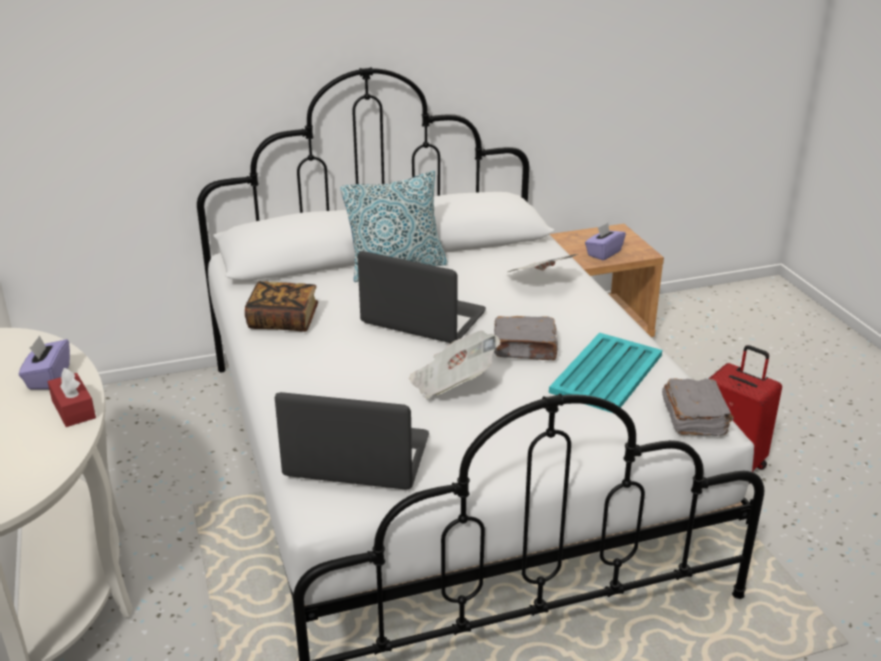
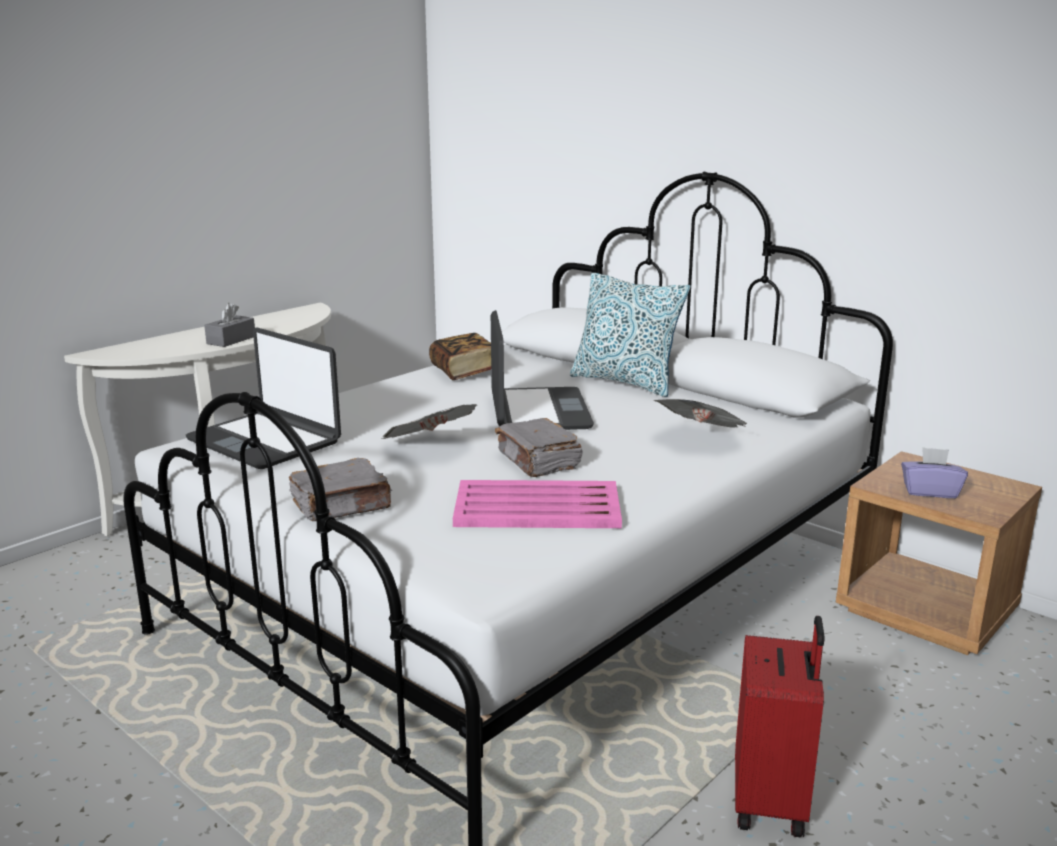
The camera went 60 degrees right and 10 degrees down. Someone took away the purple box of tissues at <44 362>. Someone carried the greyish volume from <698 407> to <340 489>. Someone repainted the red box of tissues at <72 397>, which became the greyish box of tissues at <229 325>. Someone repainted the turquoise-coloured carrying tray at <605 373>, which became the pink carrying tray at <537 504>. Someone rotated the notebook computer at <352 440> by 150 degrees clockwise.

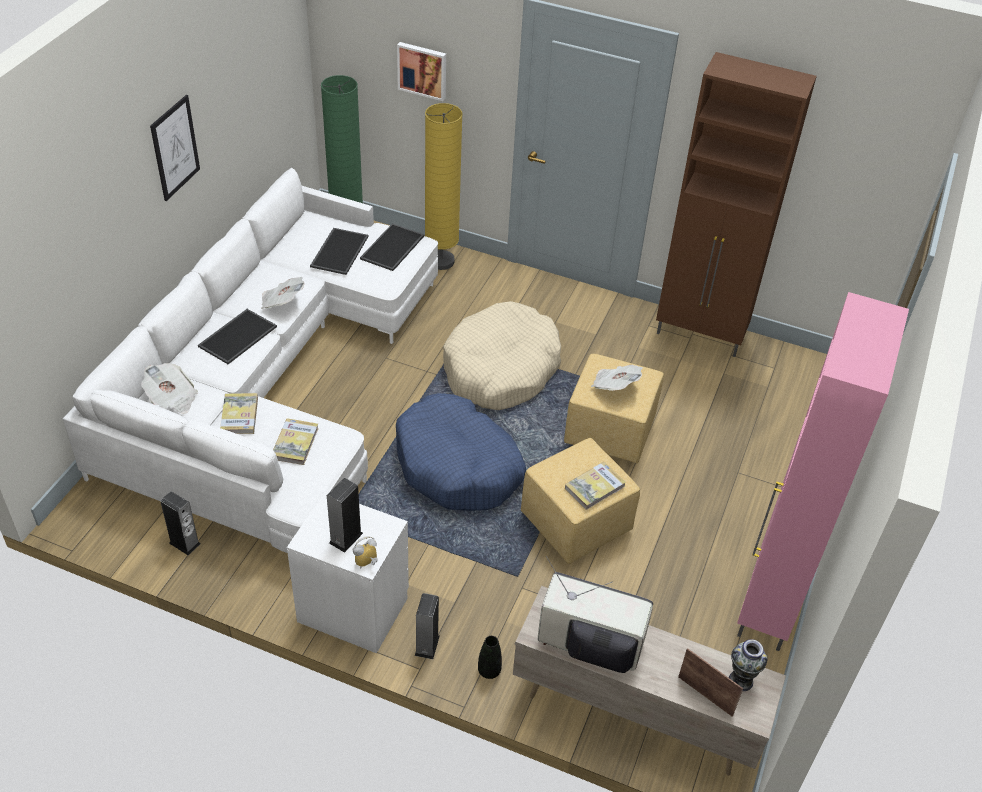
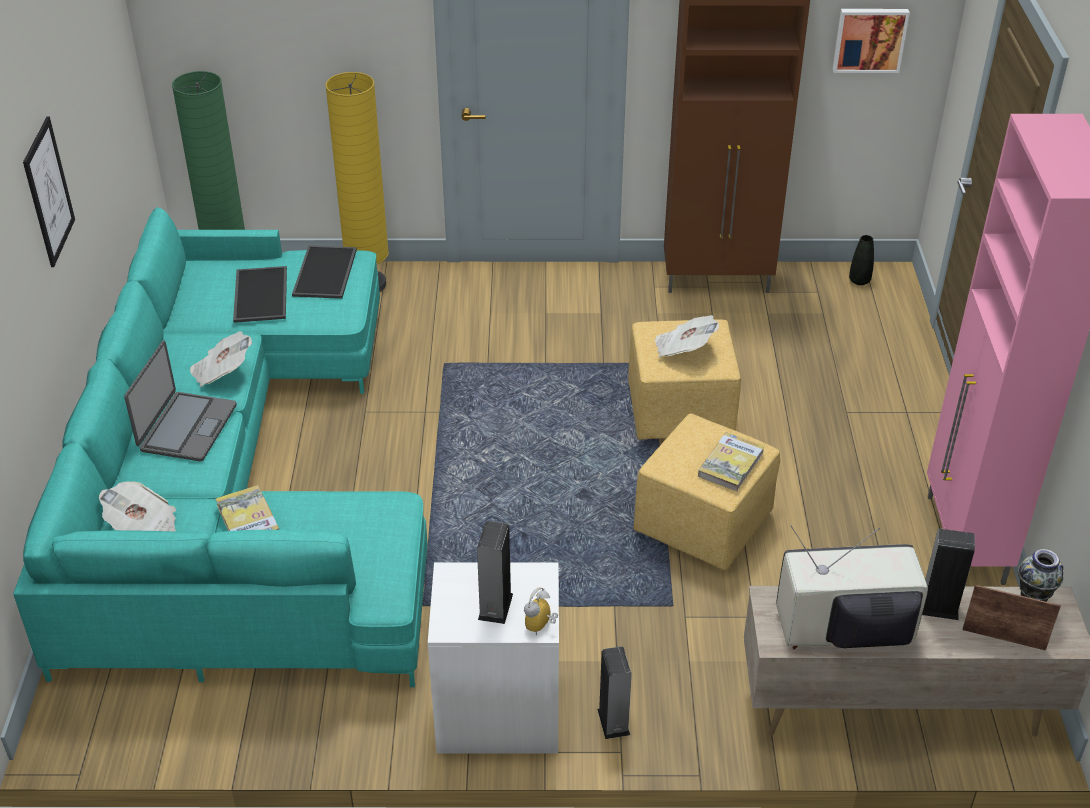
The camera went 20 degrees left and 5 degrees down. Someone took away the volume at <296 441>. Someone took away the blue-coloured pet bed at <461 452>. Someone took away the beige-coloured pet bed at <502 355>. Someone carried the speaker from <181 523> to <948 574>. Someone carried the wall picture from <421 71> to <871 41>. Someone carried the blackish vase from <490 657> to <861 260>. Someone swapped the carrying tray at <237 336> for the notebook computer at <180 400>. Someone repainted the white settee at <250 360>, which became the turquoise-coloured settee at <220 447>.

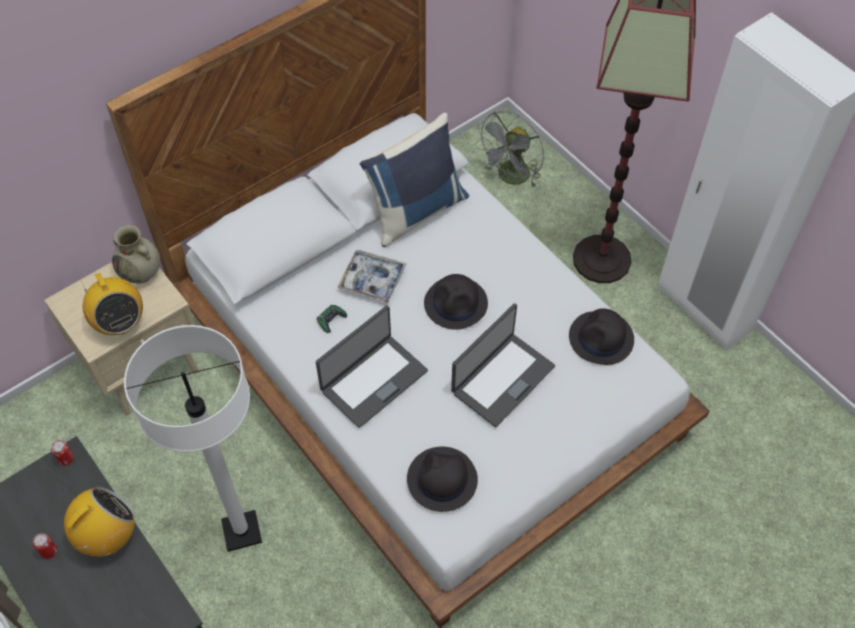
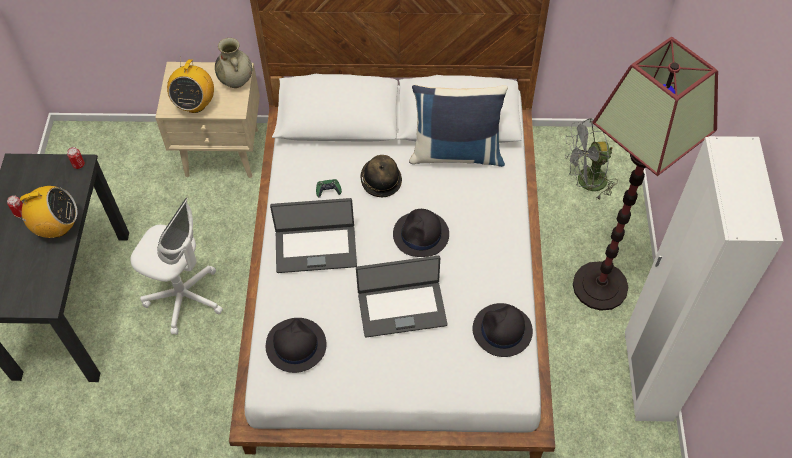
The camera went 40 degrees right and 0 degrees up. Someone swapped the white standard lamp at <193 438> for the white office chair at <176 266>. Someone swapped the carrying tray at <371 276> for the clothing hat at <381 176>.

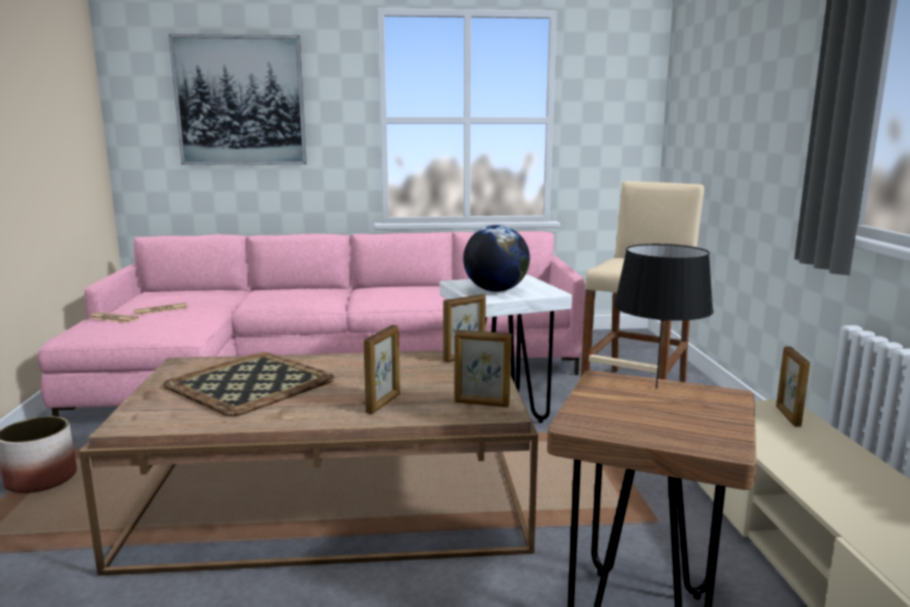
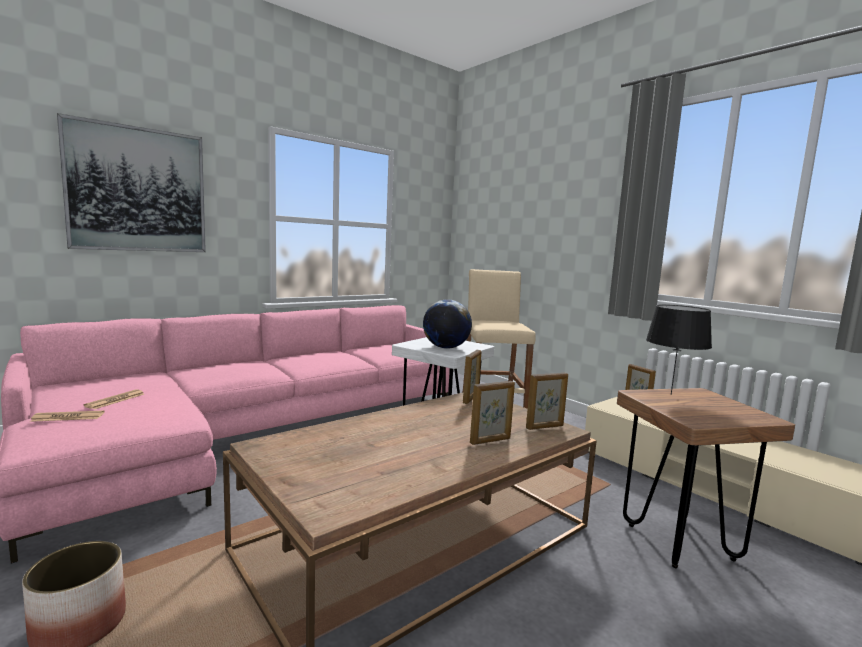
The camera went 35 degrees left and 5 degrees down. Someone took away the carrying tray at <249 384>. Someone rotated the picture frame at <382 369> by 75 degrees clockwise.

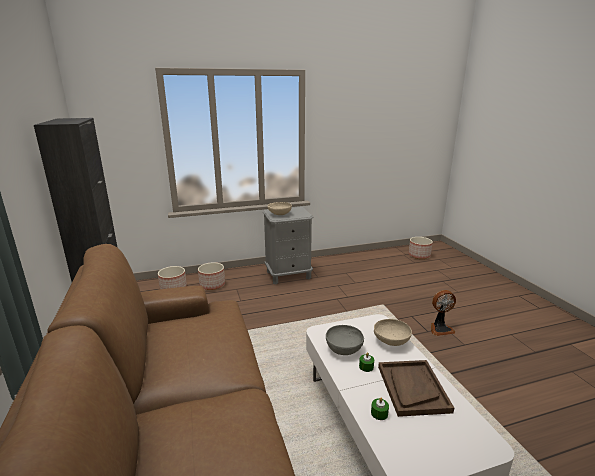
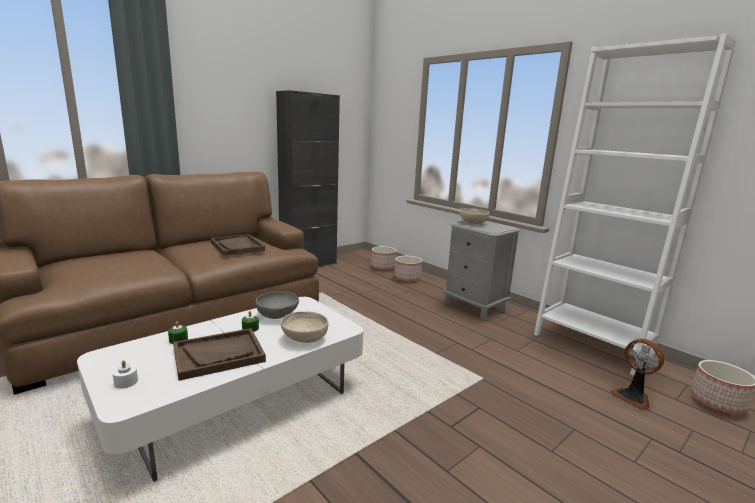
The camera went 65 degrees right and 5 degrees down. Someone put down the white candle at <125 374>. Someone put down the brown carrying tray at <238 245>. Someone put down the white shelving unit at <635 205>. Someone carried the fan from <443 313> to <637 374>.

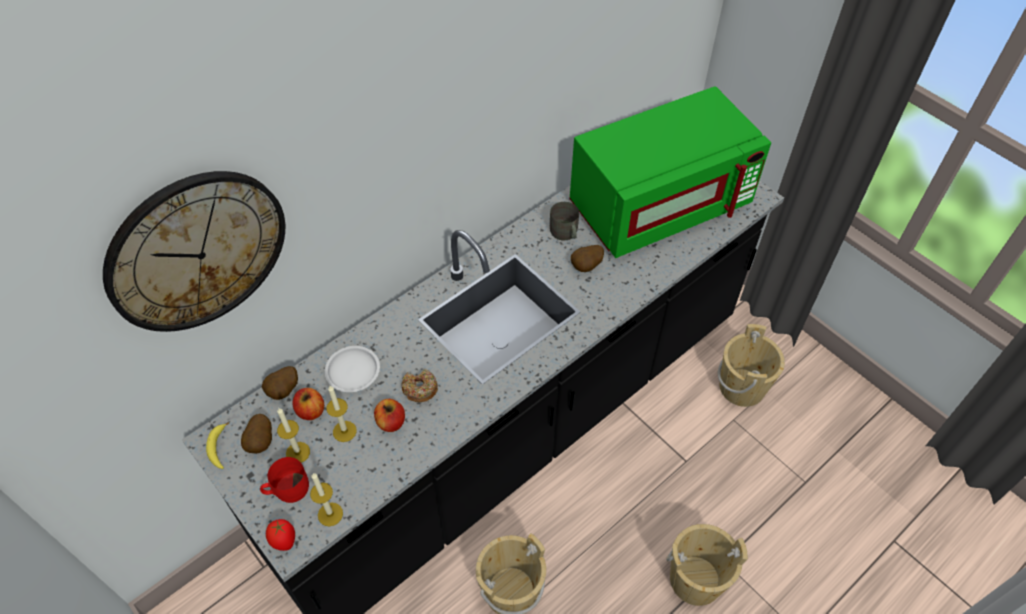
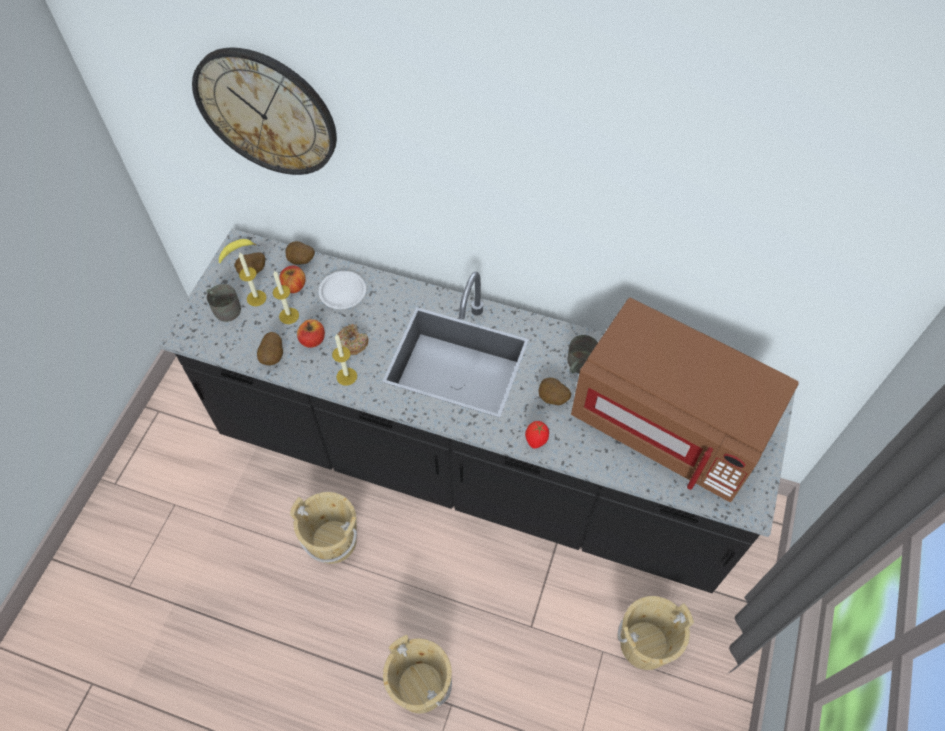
The camera went 60 degrees right and 5 degrees up. Someone put down the whole potato at <270 349>. Someone carried the whole tomato from <280 535> to <537 435>. Someone carried the candle from <326 499> to <344 360>. Someone repainted the red coffee mug at <284 480>, which became the greyish coffee mug at <224 303>. Someone repainted the greenish microwave oven at <670 172>, which became the brown microwave oven at <685 400>.

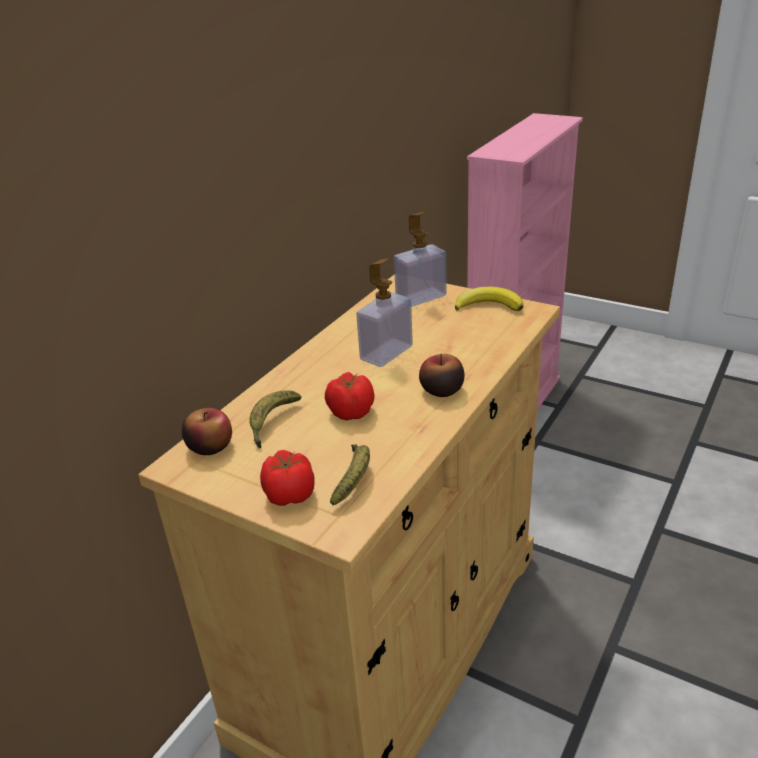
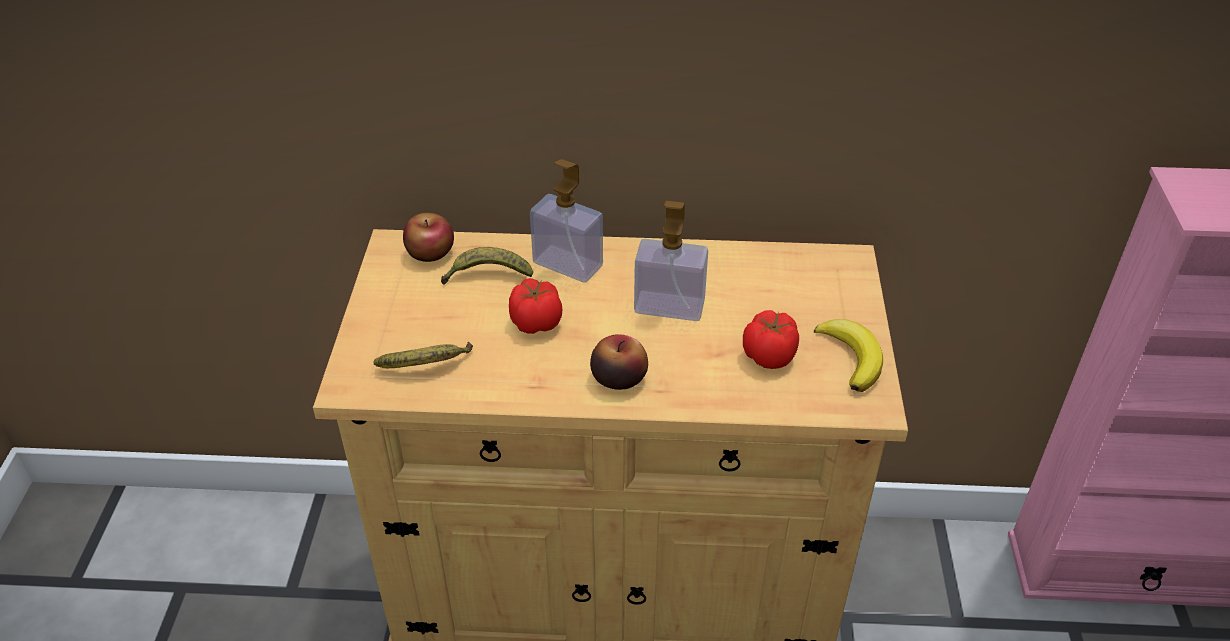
The camera went 60 degrees right and 10 degrees up. Someone carried the whole tomato from <287 478> to <771 339>. Someone carried the soap bottle from <420 259> to <566 221>.

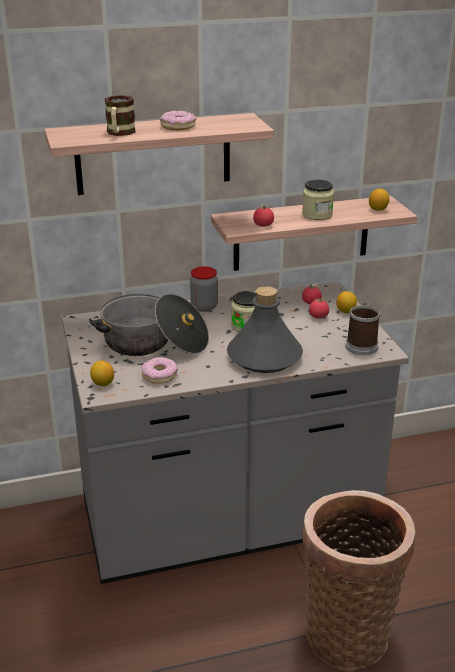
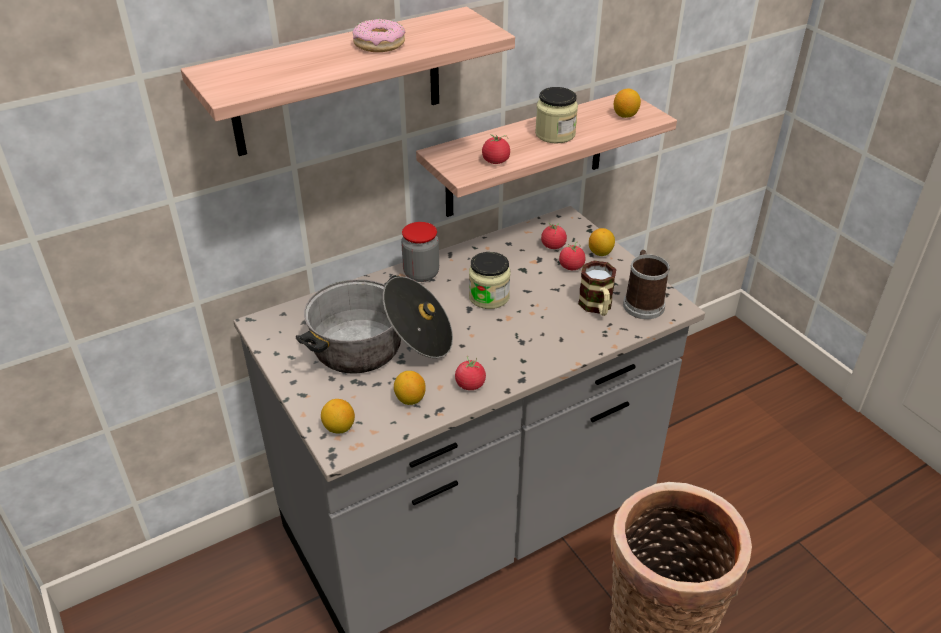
The camera went 15 degrees left and 10 degrees up. Someone took away the greyish beverage bottle at <265 329>. Someone put down the whole tomato at <470 373>. Someone carried the coffee mug from <120 115> to <597 288>. Someone swapped the ring doughnut at <160 370> for the whole lemon at <410 388>.

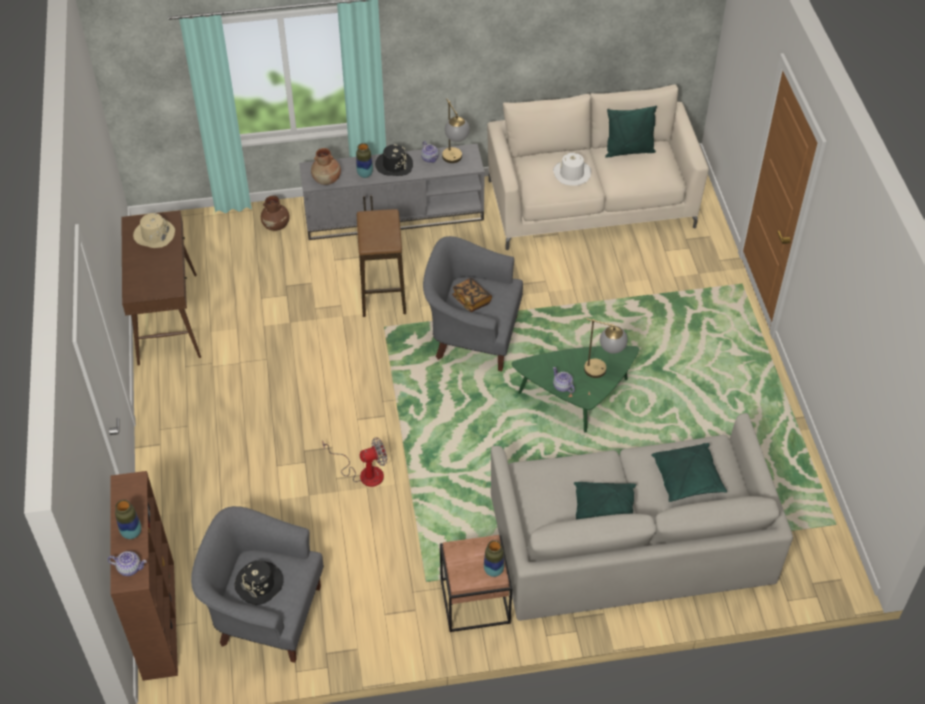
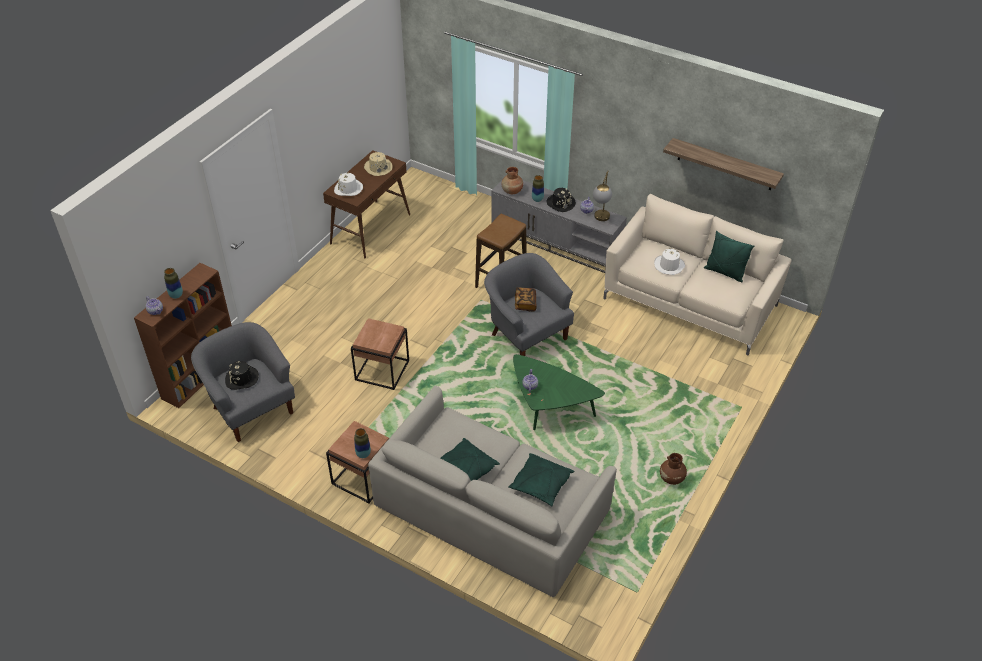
The camera went 40 degrees right and 5 degrees down. Someone took away the table lamp at <606 348>. Someone put down the white clothing hat at <348 184>. Someone put up the shelf at <723 164>. Someone carried the brown vase from <275 213> to <673 469>. Someone swapped the fan at <354 462> for the brown end table at <380 354>.

